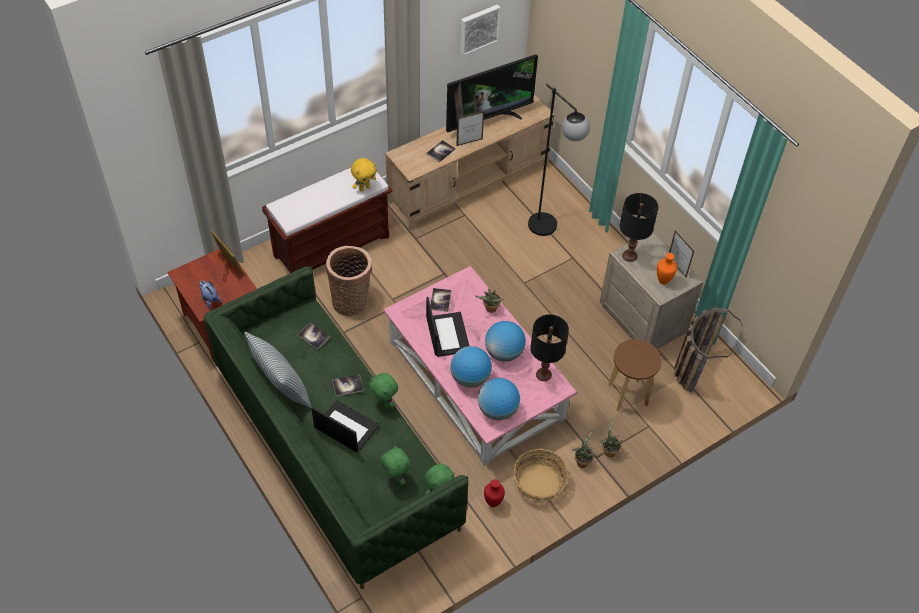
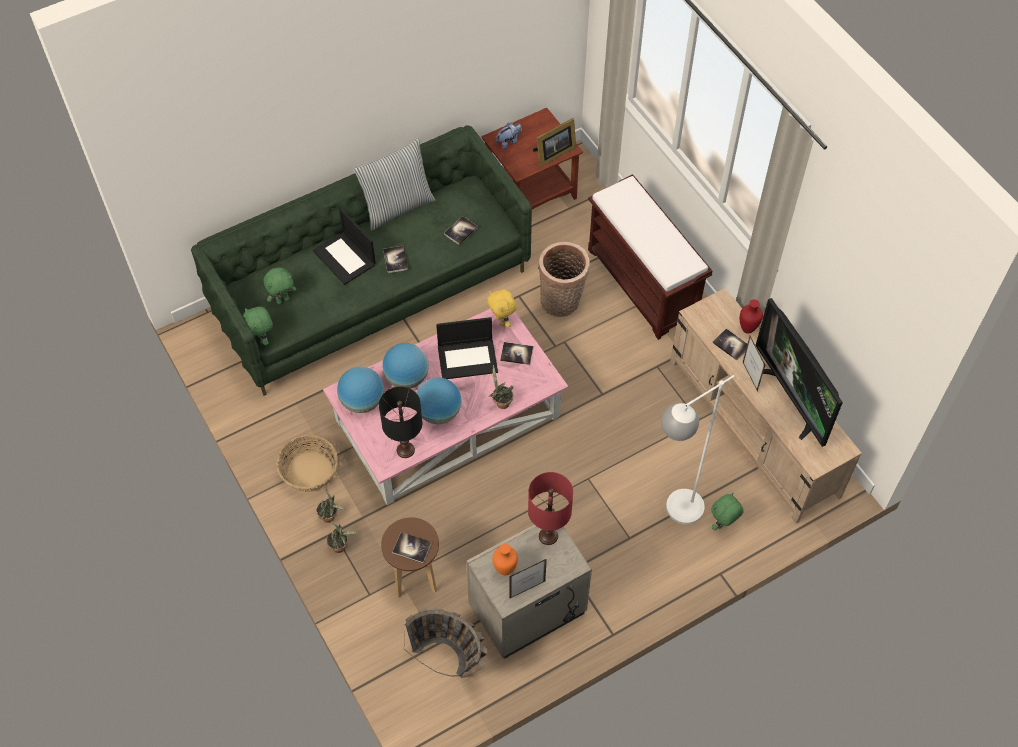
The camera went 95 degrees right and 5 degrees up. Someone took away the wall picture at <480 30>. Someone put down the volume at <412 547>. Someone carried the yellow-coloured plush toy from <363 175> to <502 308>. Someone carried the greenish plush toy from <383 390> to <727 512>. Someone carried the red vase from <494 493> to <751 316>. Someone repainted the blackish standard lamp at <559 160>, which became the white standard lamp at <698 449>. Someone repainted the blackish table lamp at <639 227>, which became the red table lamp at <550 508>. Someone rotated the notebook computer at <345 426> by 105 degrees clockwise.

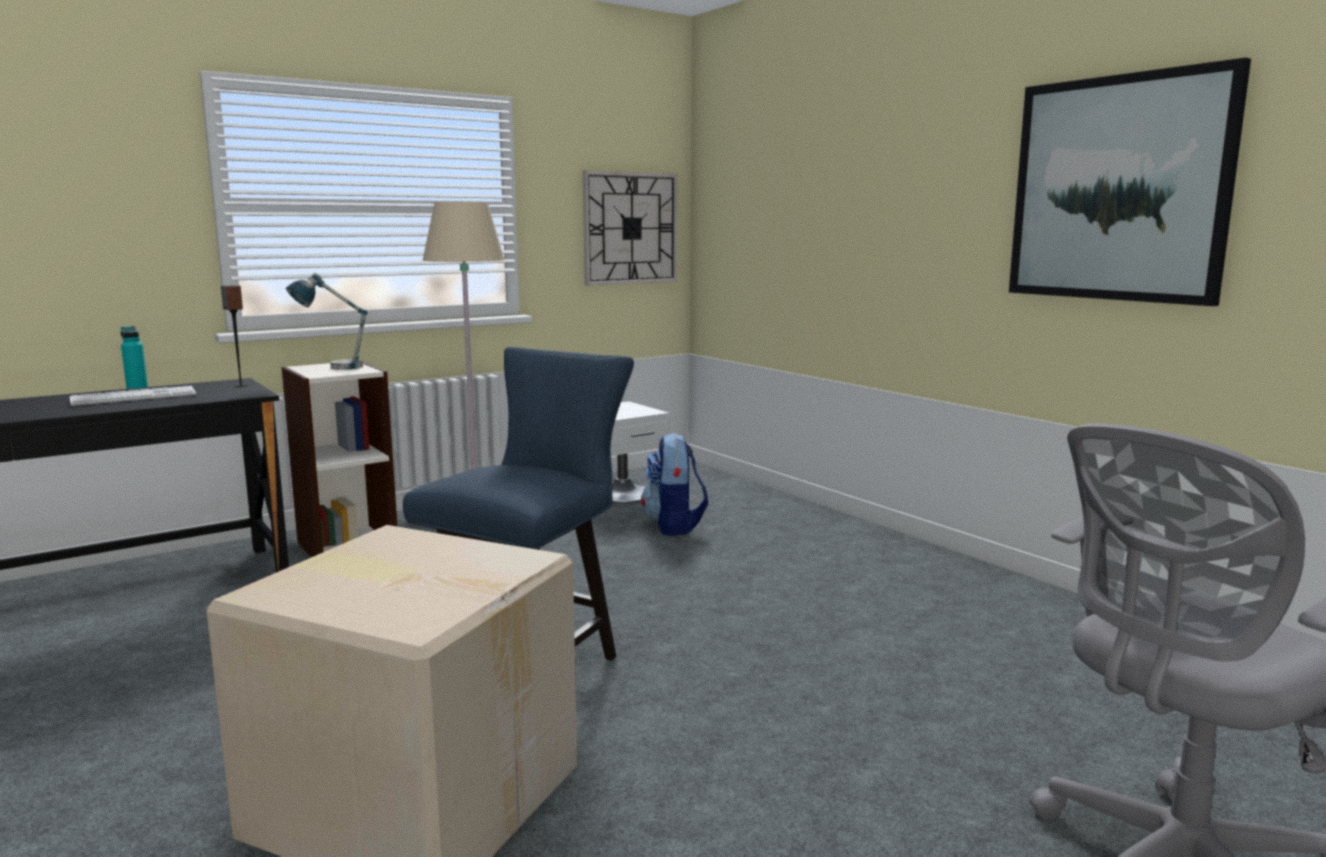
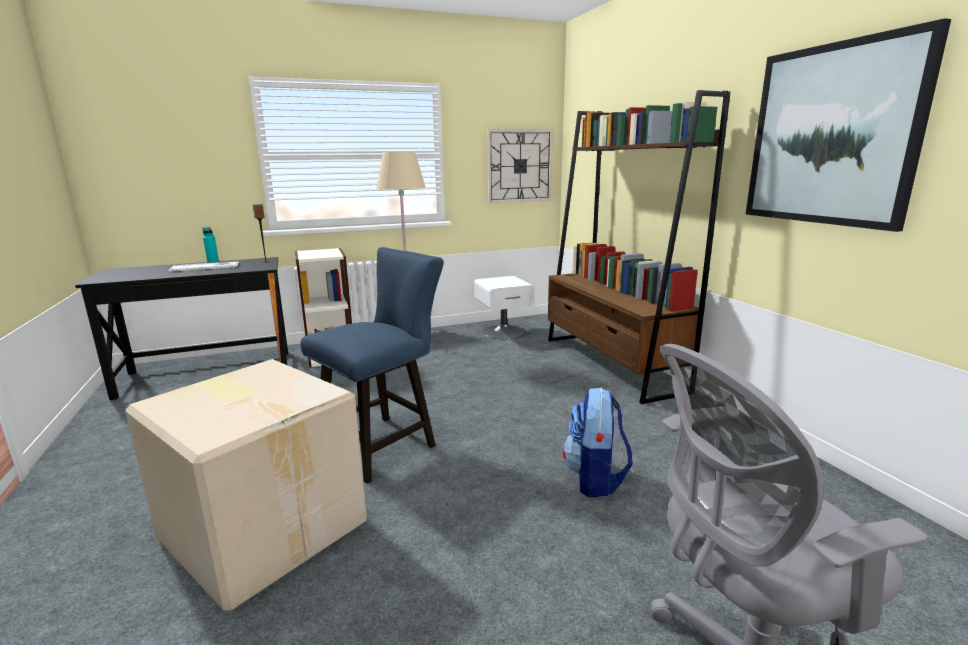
The camera went 15 degrees right and 5 degrees up. Someone took away the table lamp at <327 321>. Someone put down the brown shelving unit at <639 247>. Someone carried the rucksack from <674 484> to <598 442>.

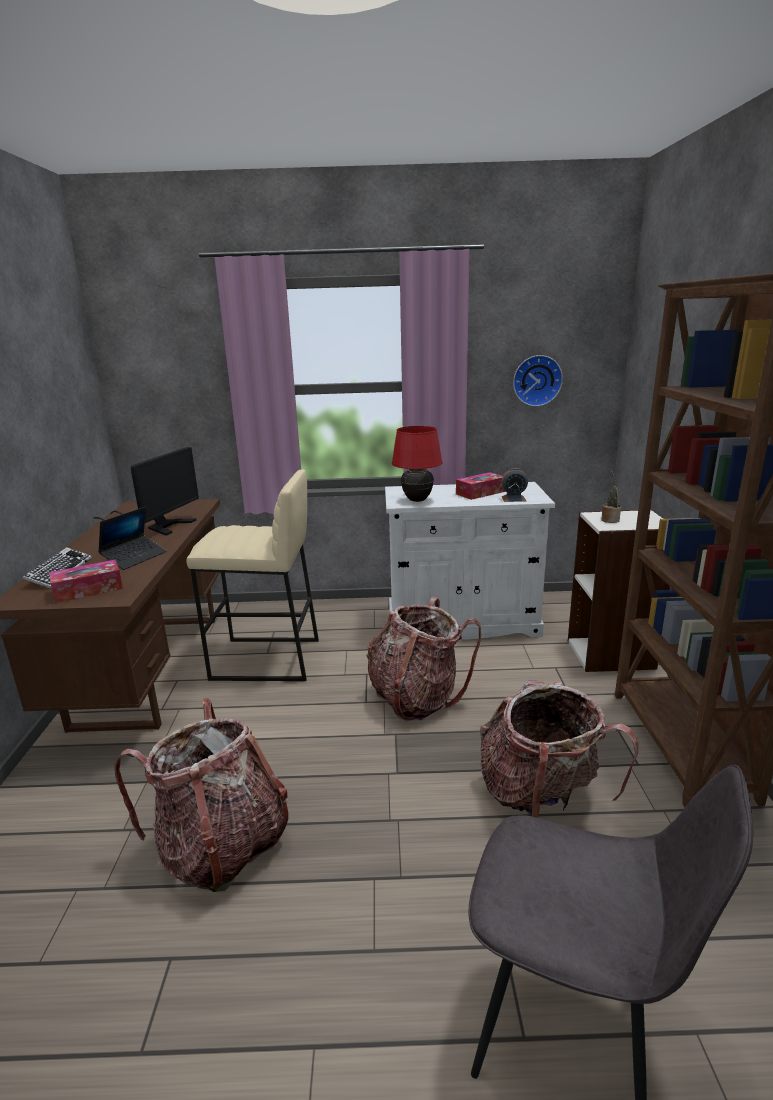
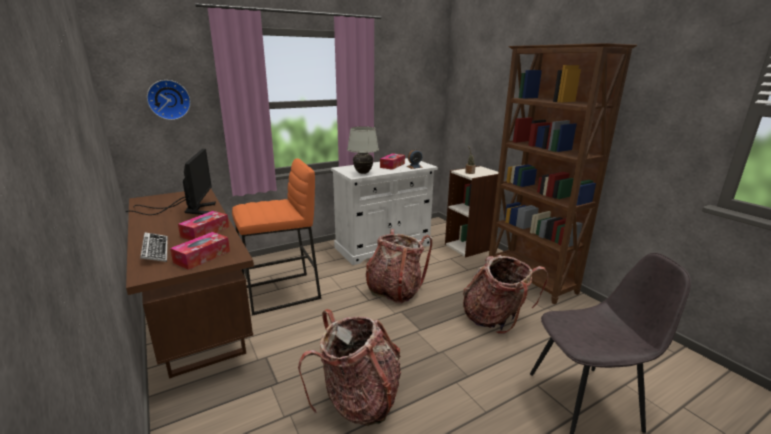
The camera went 30 degrees left and 0 degrees up. Someone carried the hanging clock from <538 380> to <169 100>. Someone swapped the notebook computer at <132 538> for the box of tissues at <203 225>. Someone repainted the beige-coloured stool at <252 575>, which became the orange stool at <276 237>. Someone repainted the red table lamp at <417 464>, which became the white table lamp at <363 150>.

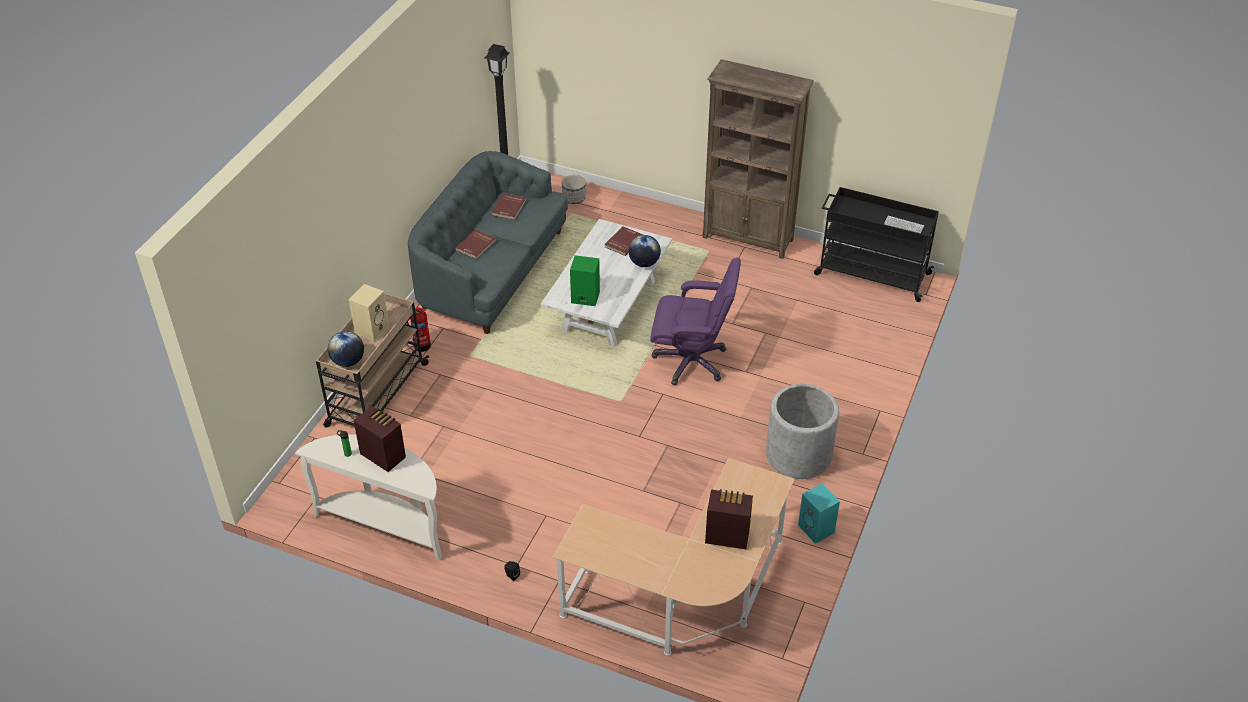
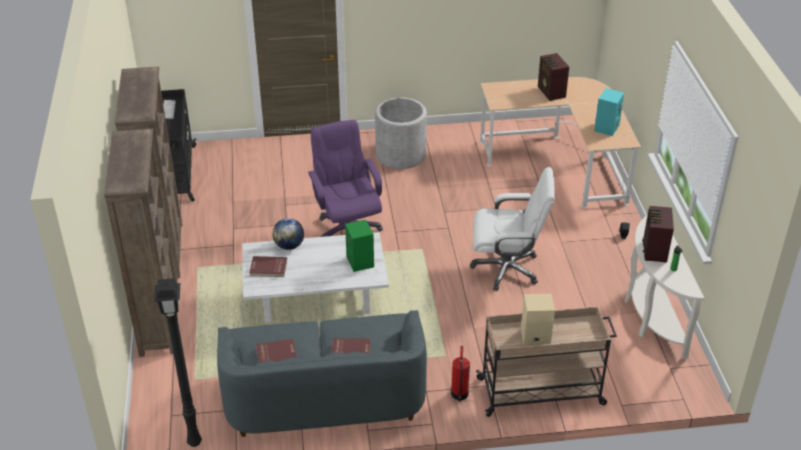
The camera went 120 degrees left and 5 degrees down. Someone took away the globe at <346 349>. Someone took away the flower pot at <573 189>. Someone put down the brown shelving unit at <140 243>. Someone put down the white office chair at <512 229>. Someone carried the turquoise-coloured speaker from <819 514> to <609 112>.

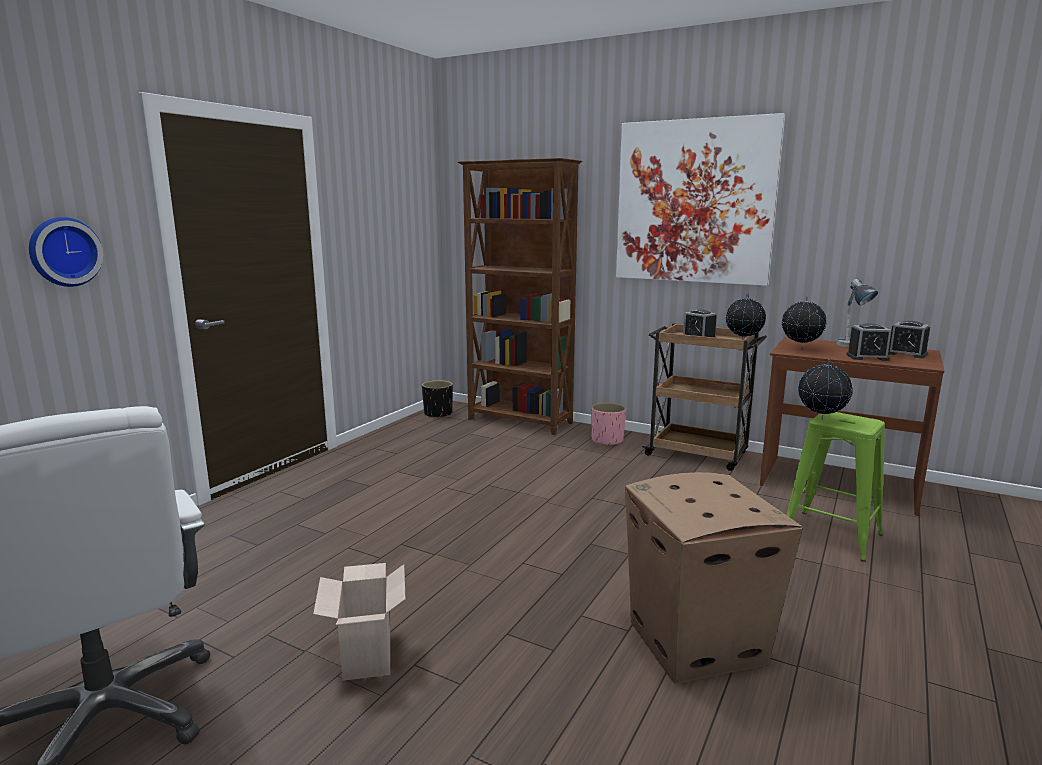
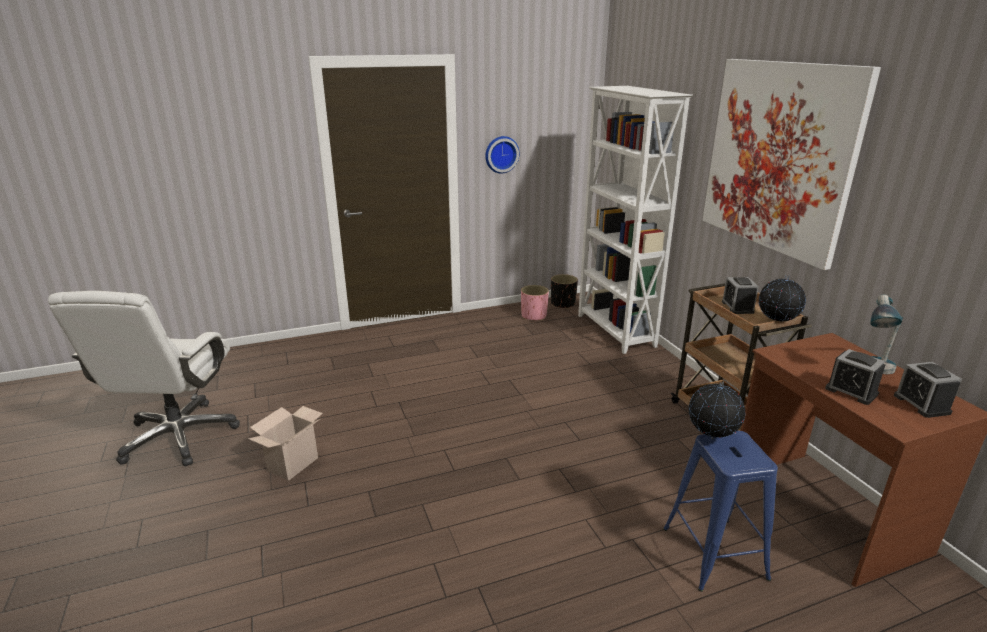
The camera went 40 degrees right and 10 degrees up. Someone took away the cardboard box at <714 578>. Someone took away the globe at <804 322>. Someone carried the hanging clock from <66 252> to <502 154>. Someone carried the pink flower pot from <608 424> to <535 303>. Someone repainted the brown shelving unit at <520 296>, which became the white shelving unit at <635 220>. Someone repainted the greenish stool at <835 487>, which became the blue-coloured stool at <720 511>.

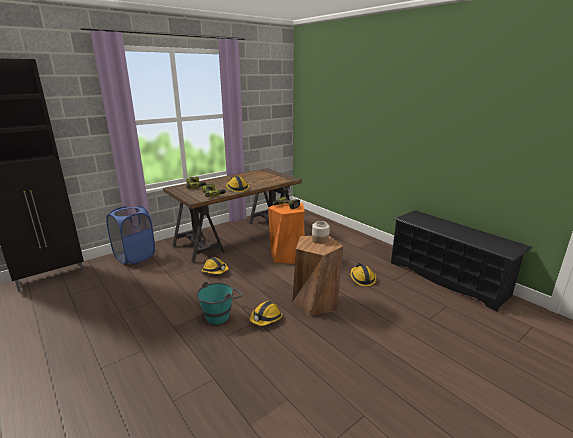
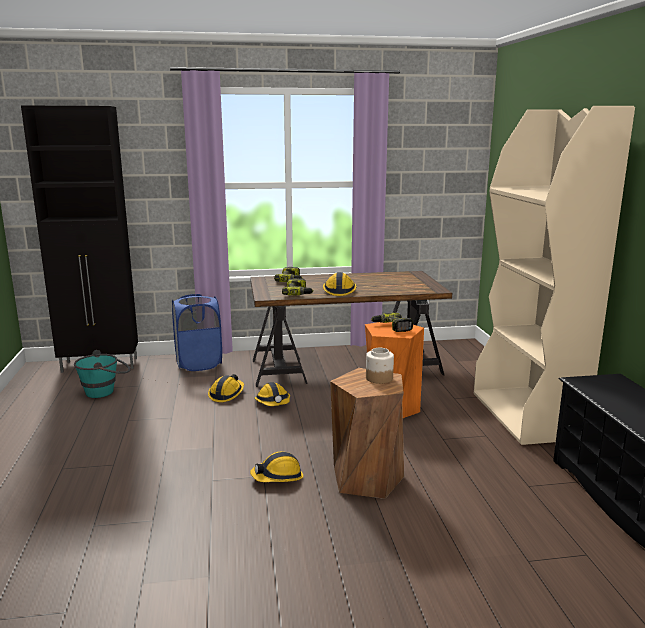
The camera went 30 degrees right and 5 degrees down. Someone put down the beige-coloured shelving unit at <554 275>. Someone carried the turquoise-coloured water bucket from <219 303> to <102 374>. Someone carried the hard hat from <363 274> to <226 388>.

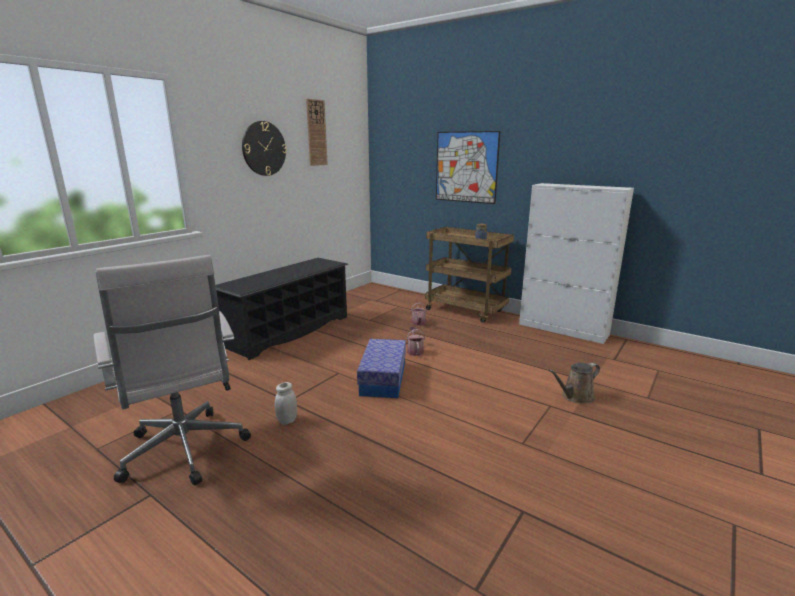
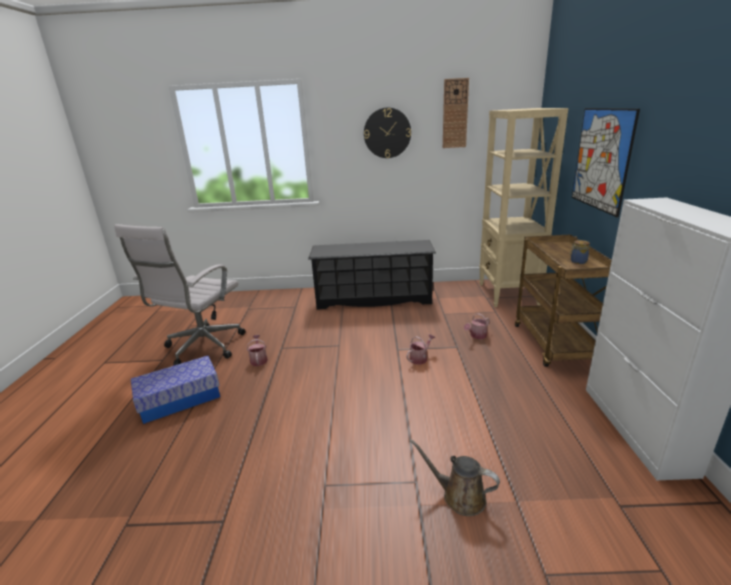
The camera went 55 degrees right and 5 degrees up. Someone put down the beige-coloured shelving unit at <524 207>. Someone carried the storage box from <381 368> to <175 390>. Someone swapped the white jar at <286 403> for the sprinkling can at <257 350>.

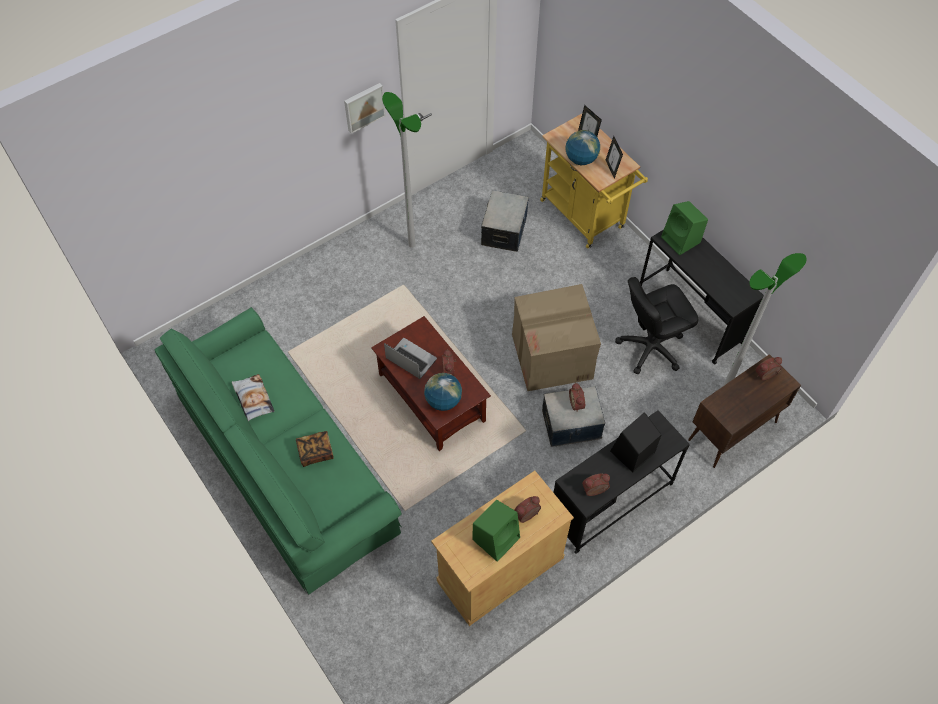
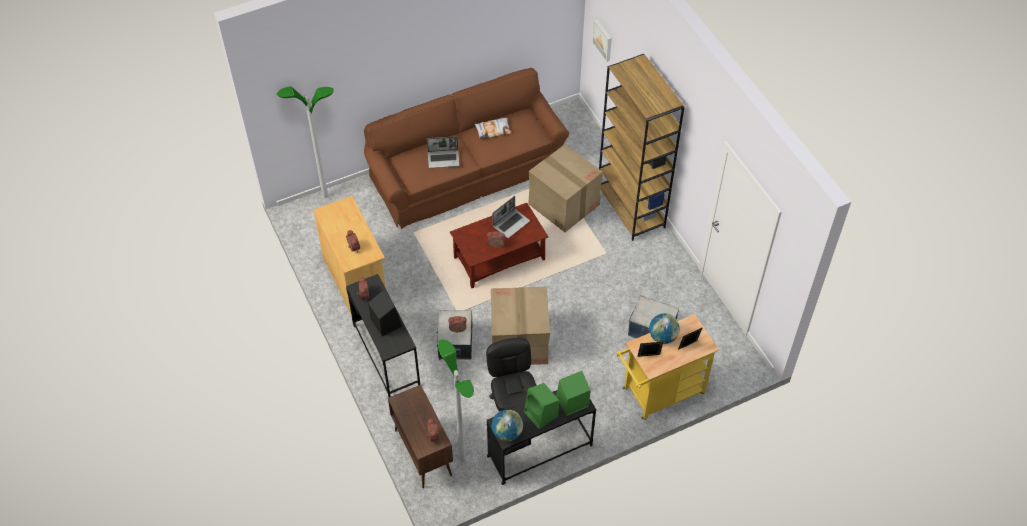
The camera went 100 degrees right and 5 degrees down. Someone put down the cardboard box at <565 188>. Someone put down the brown shelving unit at <641 147>. Someone carried the wall picture from <365 108> to <602 40>. Someone carried the standard lamp from <401 170> to <305 142>. Someone carried the globe from <443 392> to <507 425>. Someone carried the greenish speaker from <496 531> to <541 406>. Someone swapped the volume at <315 449> for the notebook computer at <443 152>. Someone repainted the greenish settee at <279 451>, which became the brown settee at <466 148>.

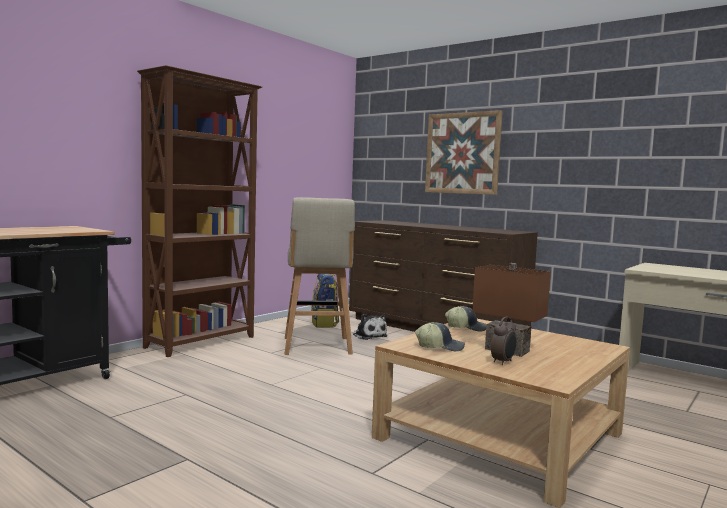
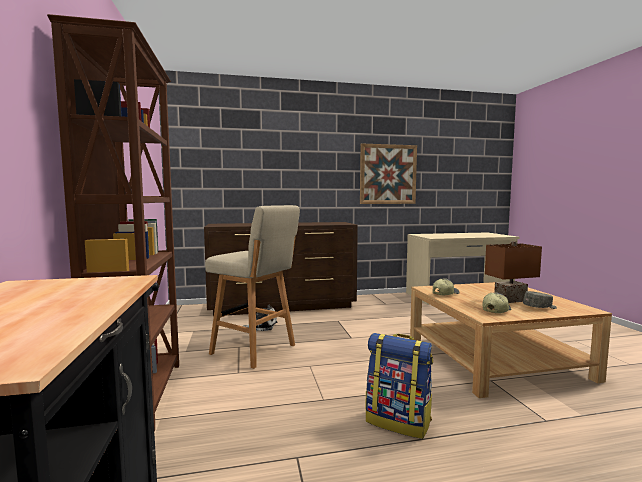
The camera went 50 degrees left and 0 degrees up. Someone carried the rucksack from <325 301> to <399 386>. Someone carried the wall picture from <464 152> to <388 173>. Someone swapped the table clock at <504 340> for the greyish cap at <540 300>.

